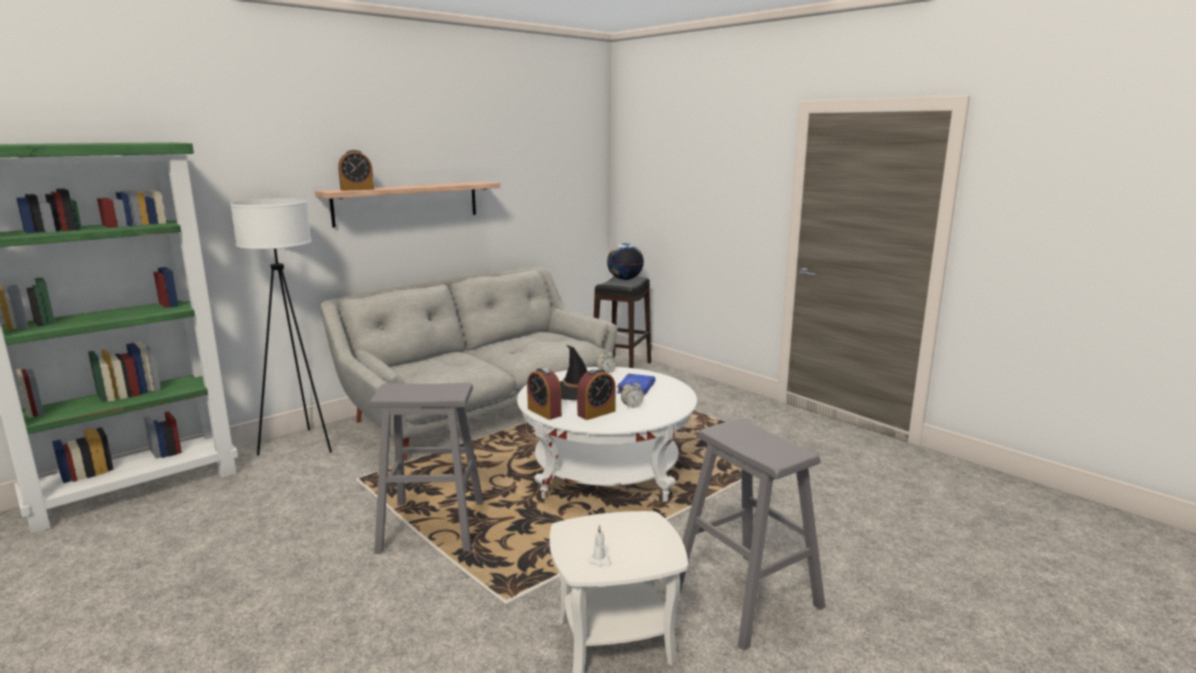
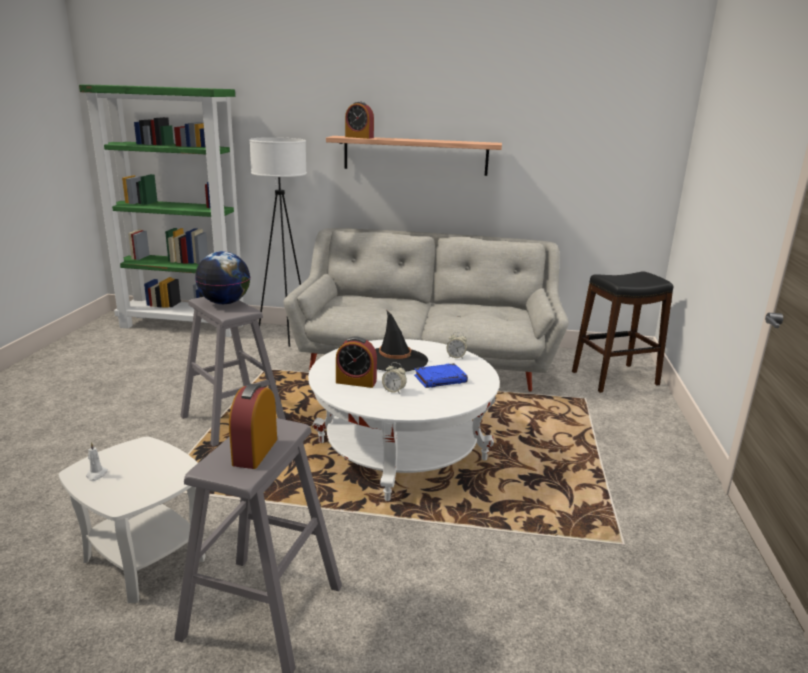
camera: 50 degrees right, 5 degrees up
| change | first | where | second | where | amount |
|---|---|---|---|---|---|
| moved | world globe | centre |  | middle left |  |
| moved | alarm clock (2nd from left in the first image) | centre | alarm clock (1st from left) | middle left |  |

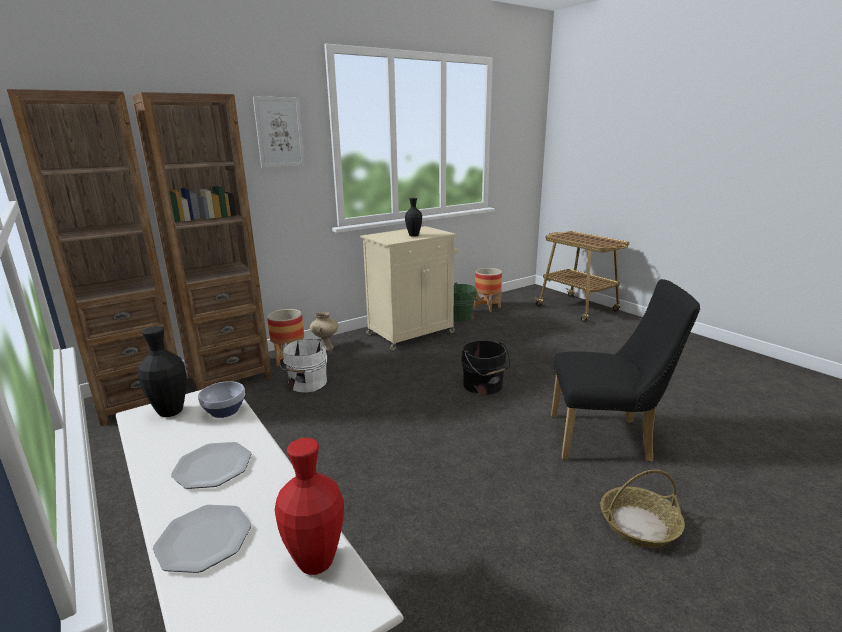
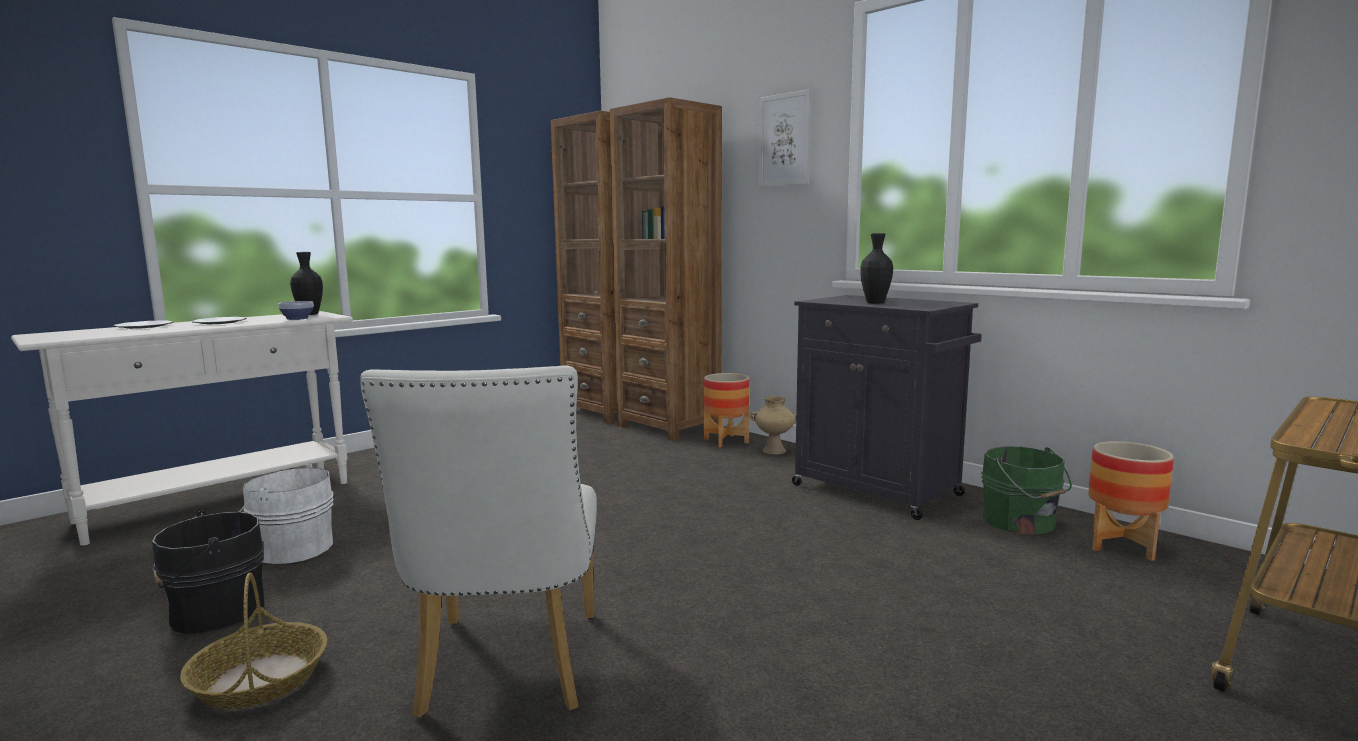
camera: 80 degrees right, 10 degrees down
| change | first | where | second | where | amount |
|---|---|---|---|---|---|
| recoloured | cupboard (beige-coloured) | centre | cupboard (blackish) | centre |  |
| recoloured | chair (blackish) | middle right | chair (whitish) | bottom centre |  |
| moved | water bucket (whitish) | centre |  | bottom left |  |
| moved | water bucket (blackish) | centre |  | bottom left |  |
| removed | decorative vase (reddish) | bottom centre |  |  |  |

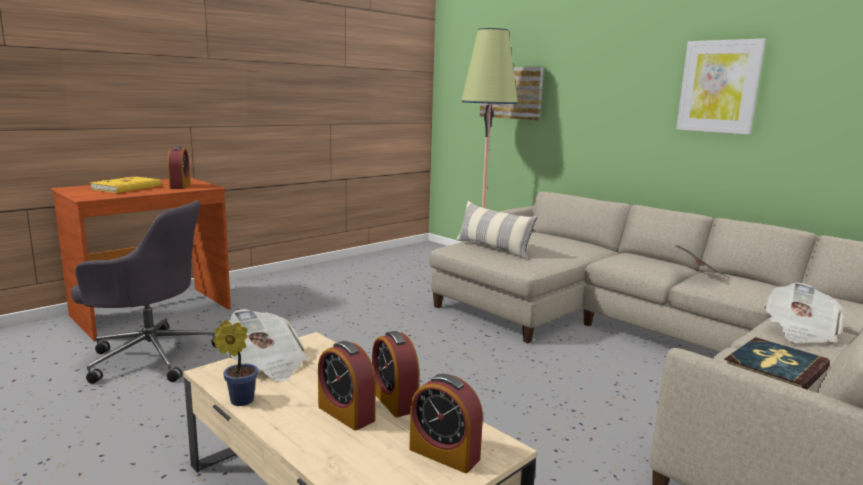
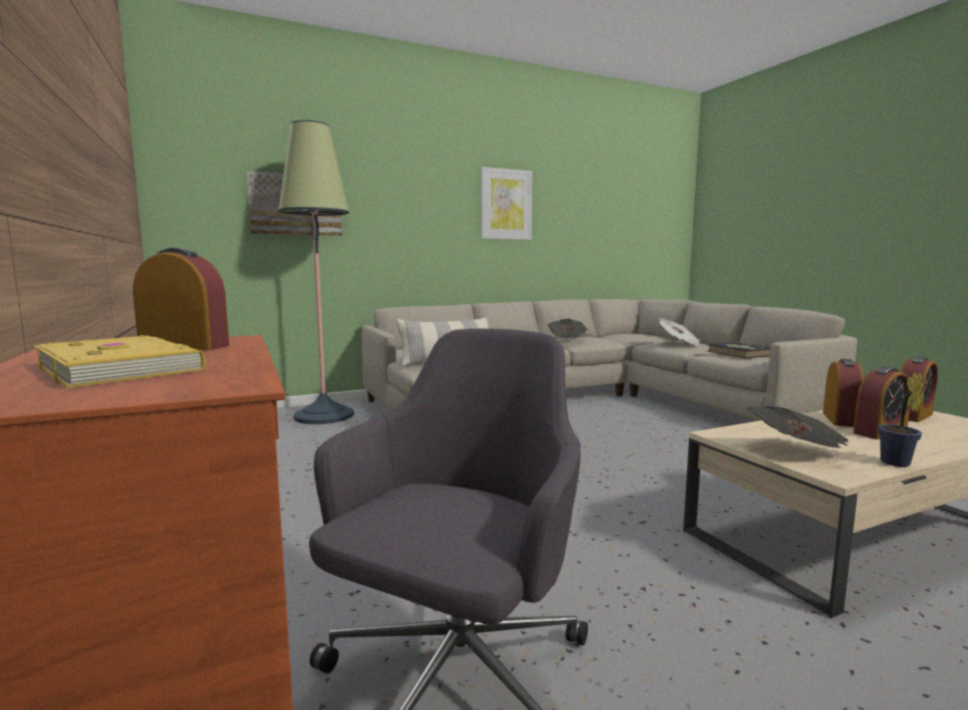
camera: 70 degrees left, 5 degrees down
| change | first | where | second | where | amount |
|---|---|---|---|---|---|
| turned | alarm clock (3rd from left in the first image) | bottom centre | alarm clock (2nd from left) | middle right | 60 degrees counterclockwise |

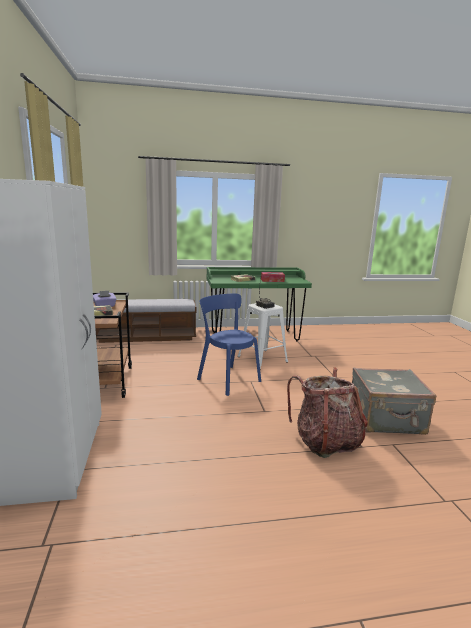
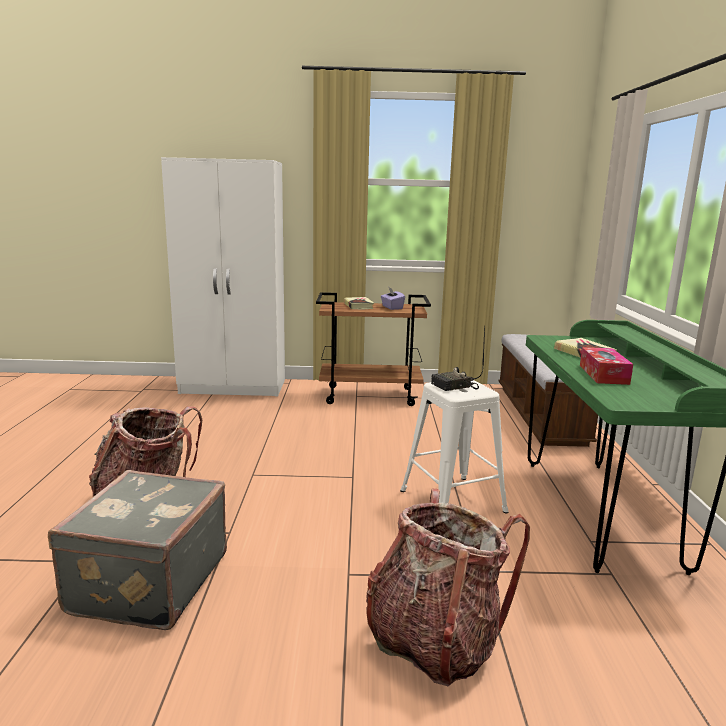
camera: 100 degrees right, 0 degrees up
| change | first | where | second | where | amount |
|---|---|---|---|---|---|
| removed | chair (blue) | centre |  |  |  |
| added |  |  | rucksack (2nd from left) | bottom centre |  |

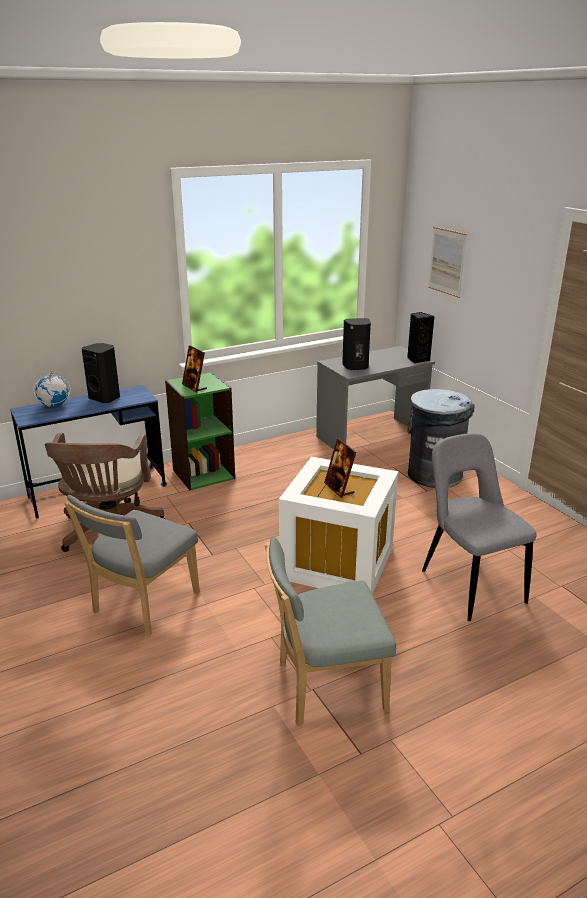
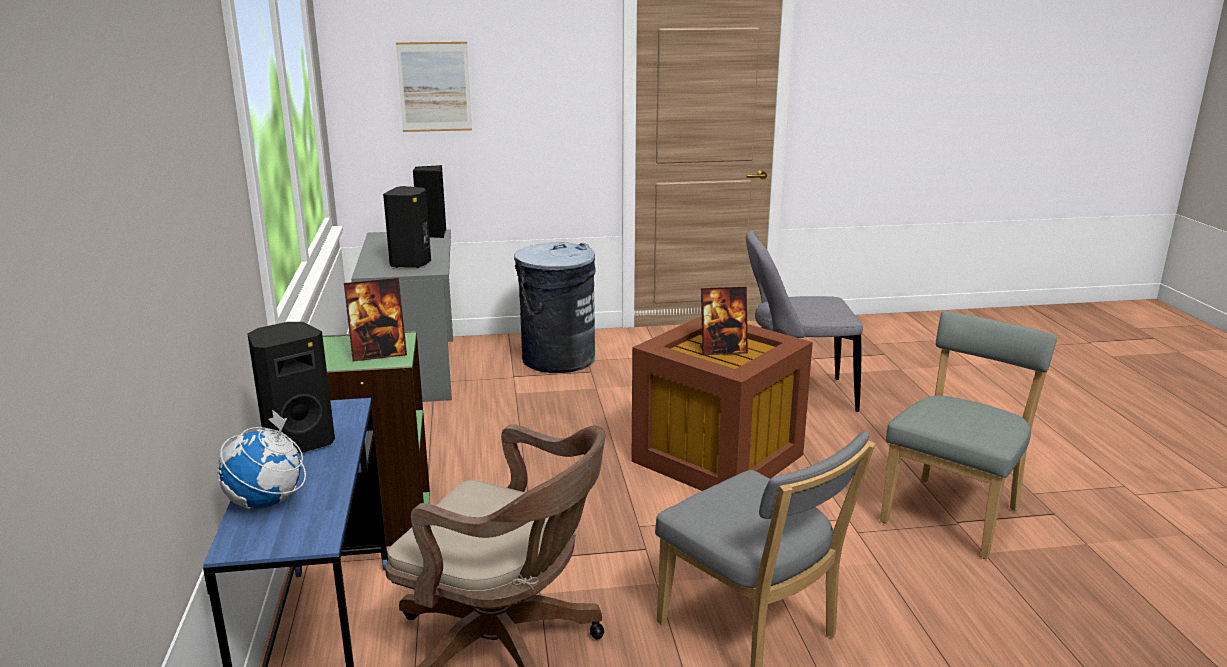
camera: 70 degrees left, 5 degrees down
| change | first | where | second | where | amount |
|---|---|---|---|---|---|
| recoloured | storage box (whitish) | centre | storage box (brown-coloured) | centre |  |
| turned | chair (greyish) (2nd from left in the first image) | bottom centre | chair (greyish) (3rd from left) | middle right | 150 degrees counterclockwise |

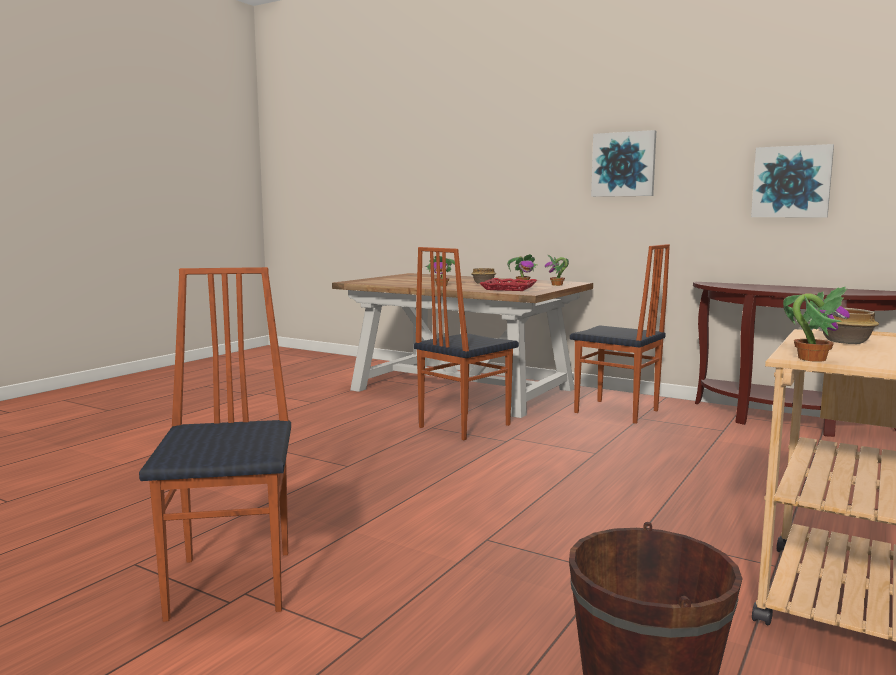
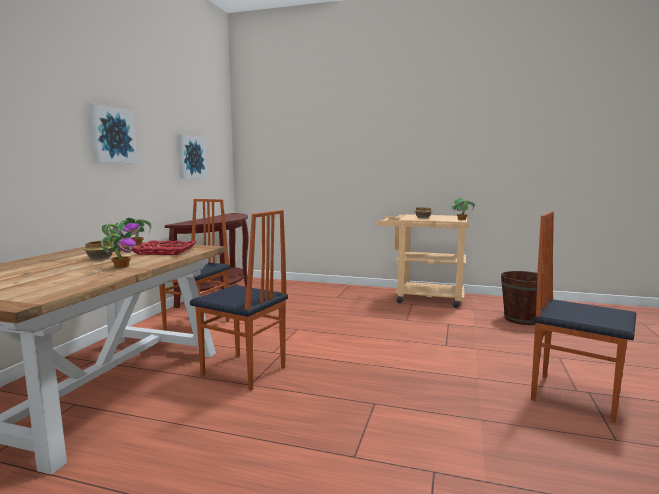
camera: 105 degrees left, 0 degrees up
| change | first | where | second | where | amount |
|---|---|---|---|---|---|
| turned | chair (1st from left in the first image) | middle left | chair (3rd from left) | middle right | 60 degrees clockwise |

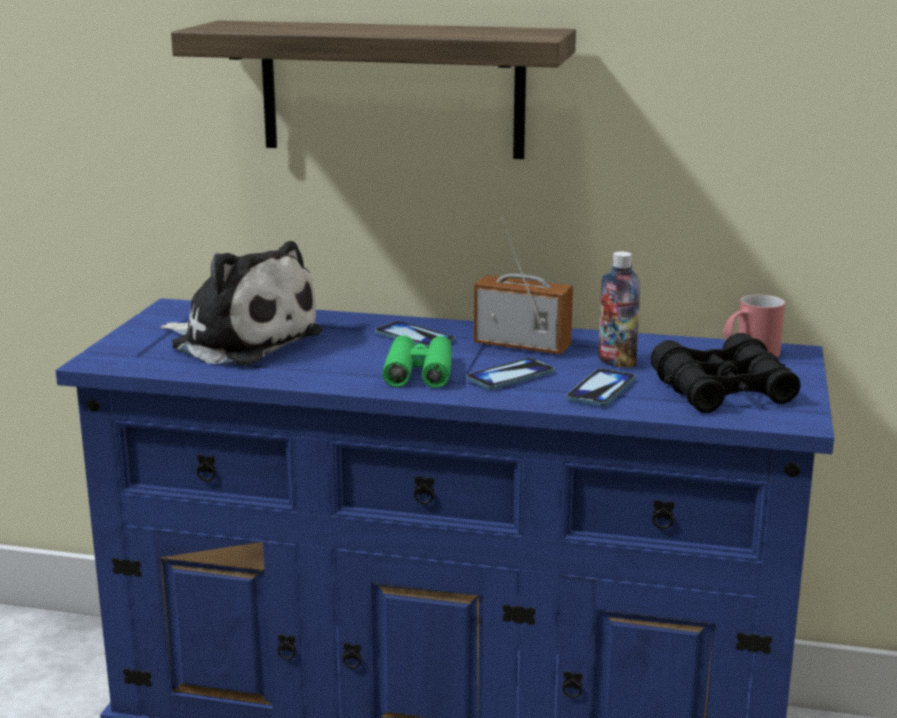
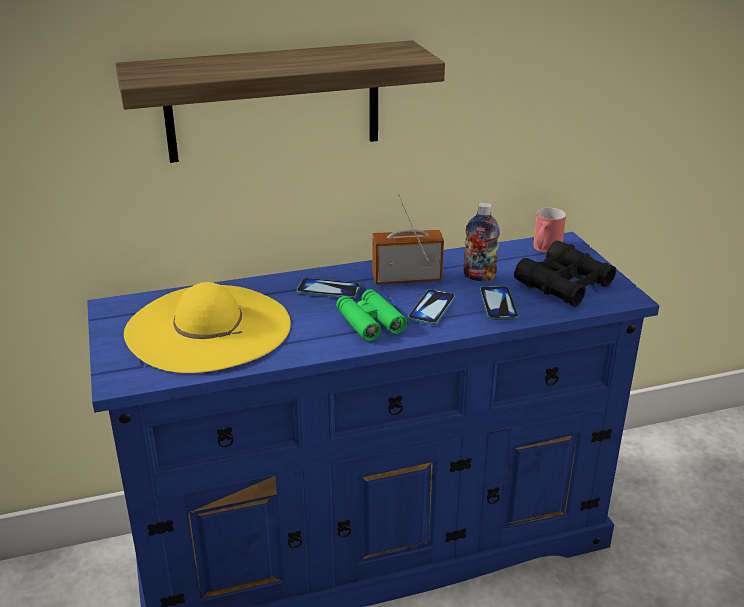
camera: 30 degrees left, 10 degrees up
| change | first | where | second | where | amount |
|---|---|---|---|---|---|
| replaced | cuddly toy | middle left | clothing hat (yellow-coloured) | middle left |  |

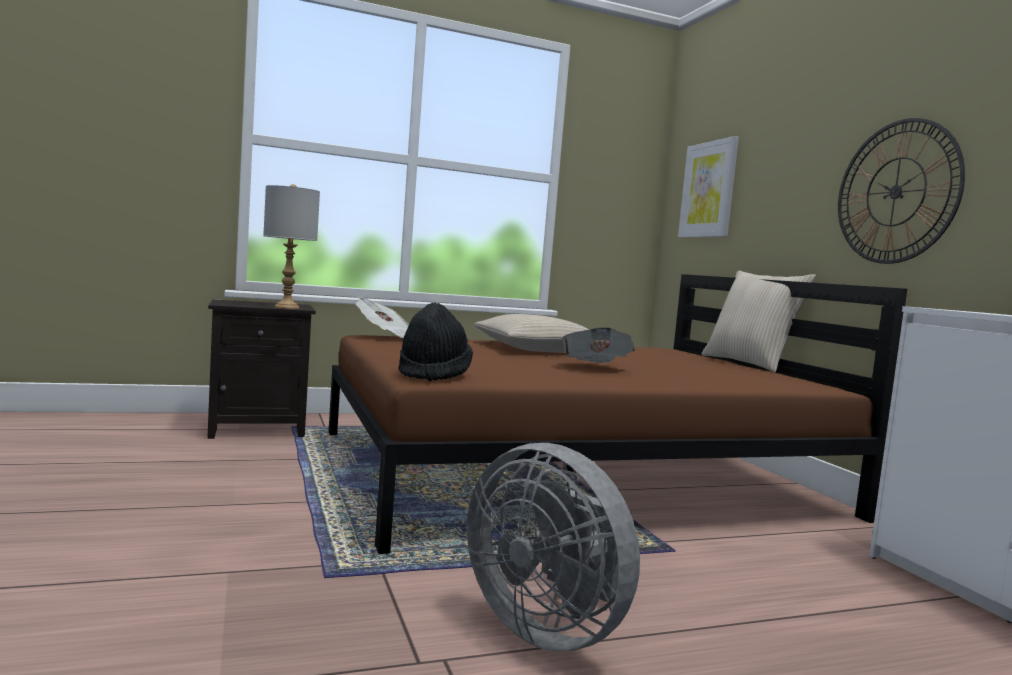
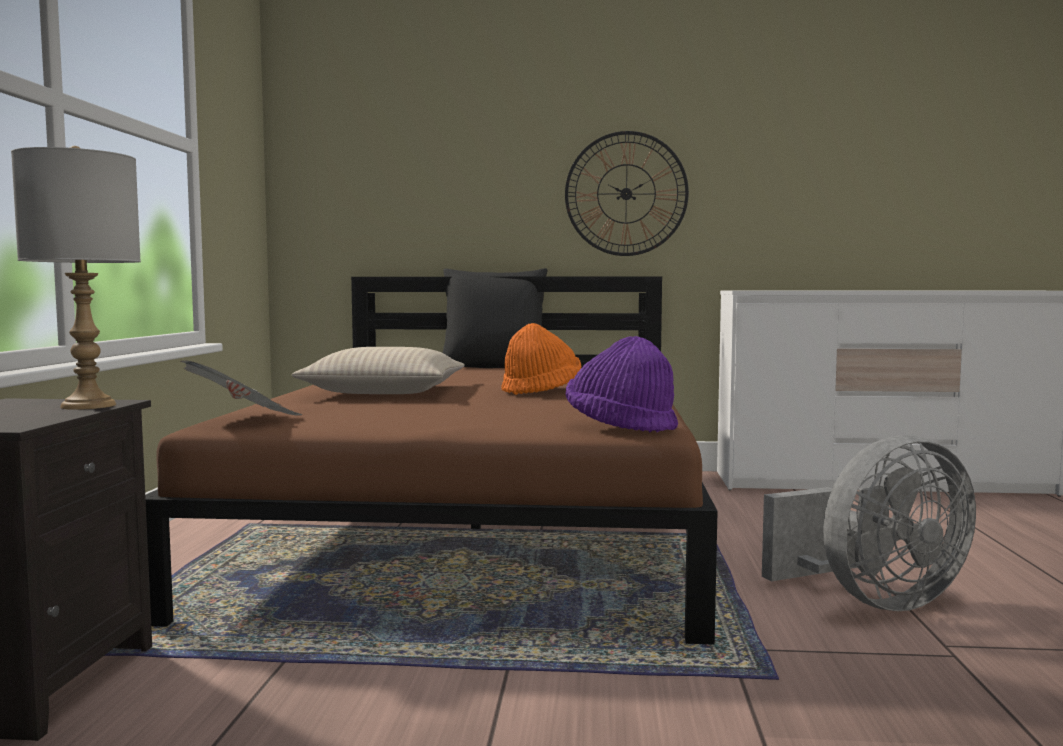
camera: 65 degrees left, 0 degrees up
| change | first | where | second | where | amount |
|---|---|---|---|---|---|
| removed | picture | top right |  |  |  |
| recoloured | pillow (beige-coloured) (2nd from left) | middle right | pillow (blackish) | centre |  |
| recoloured | clothing hat (blackish) | centre | clothing hat (purple-coloured) | centre |  |
| replaced | printed paper (2nd from left) | centre | clothing hat (orange-coloured) | centre |  |

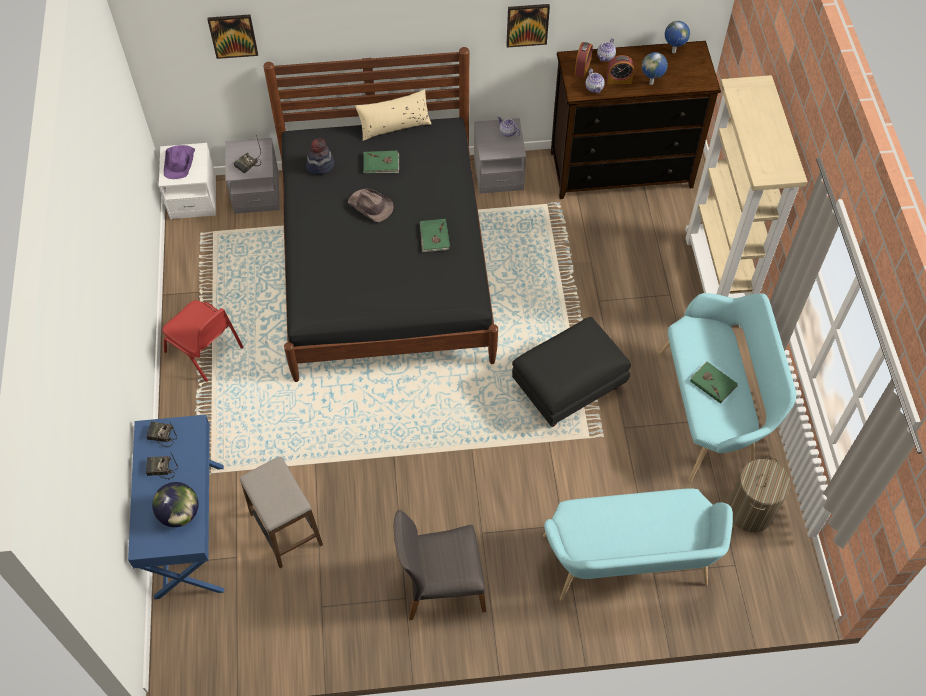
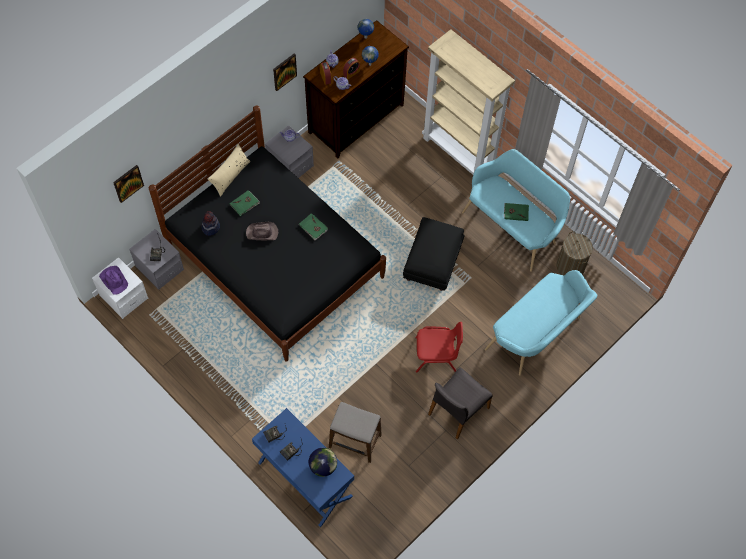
camera: 40 degrees left, 5 degrees up
| change | first | where | second | where | amount |
|---|---|---|---|---|---|
| moved | chair (reddish) | middle left |  | centre |  |

